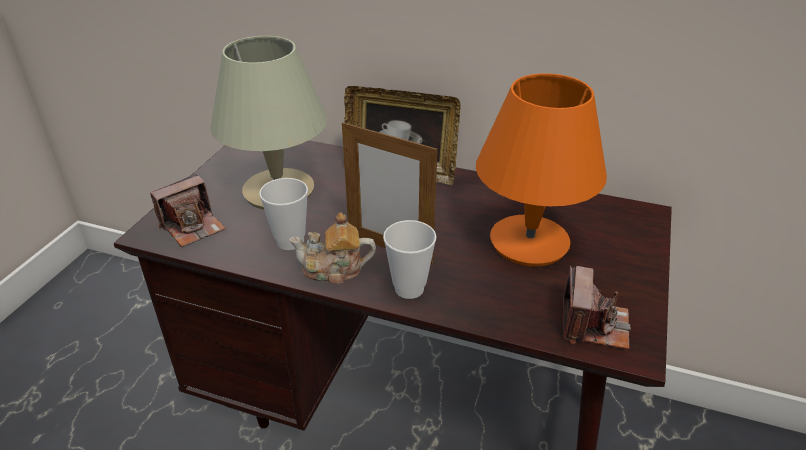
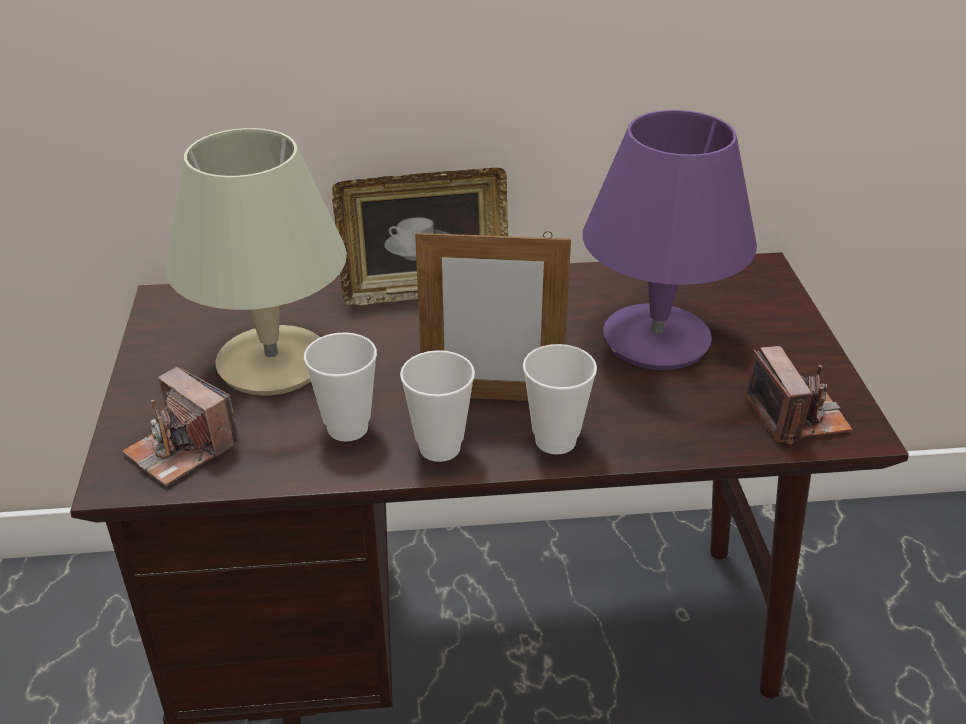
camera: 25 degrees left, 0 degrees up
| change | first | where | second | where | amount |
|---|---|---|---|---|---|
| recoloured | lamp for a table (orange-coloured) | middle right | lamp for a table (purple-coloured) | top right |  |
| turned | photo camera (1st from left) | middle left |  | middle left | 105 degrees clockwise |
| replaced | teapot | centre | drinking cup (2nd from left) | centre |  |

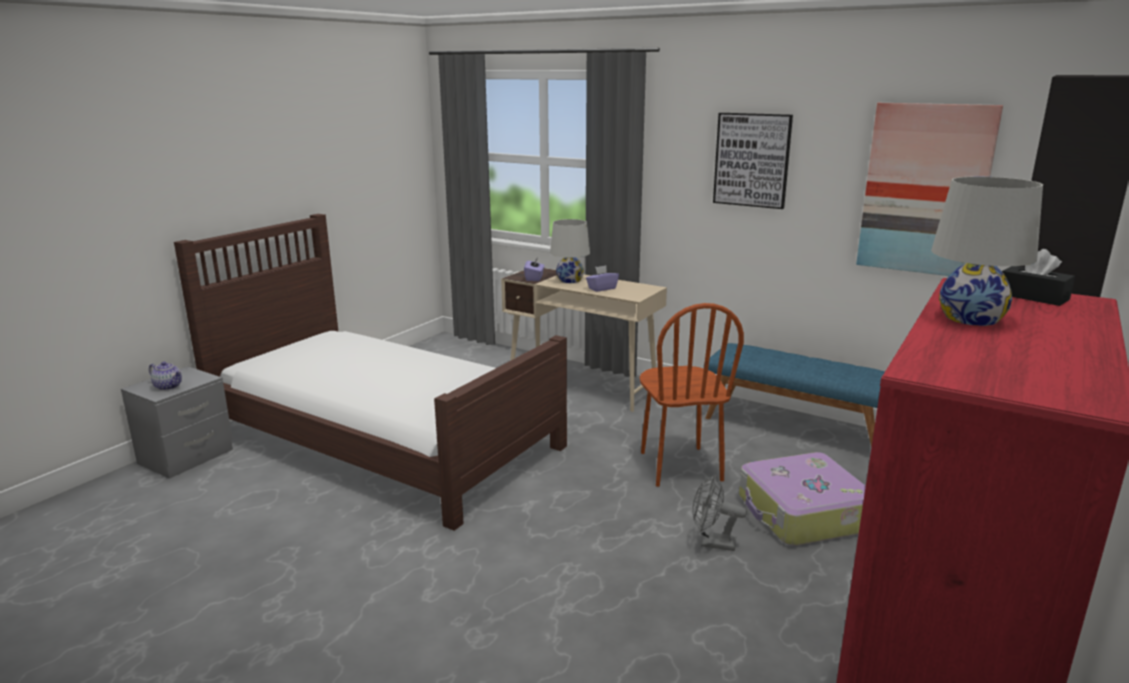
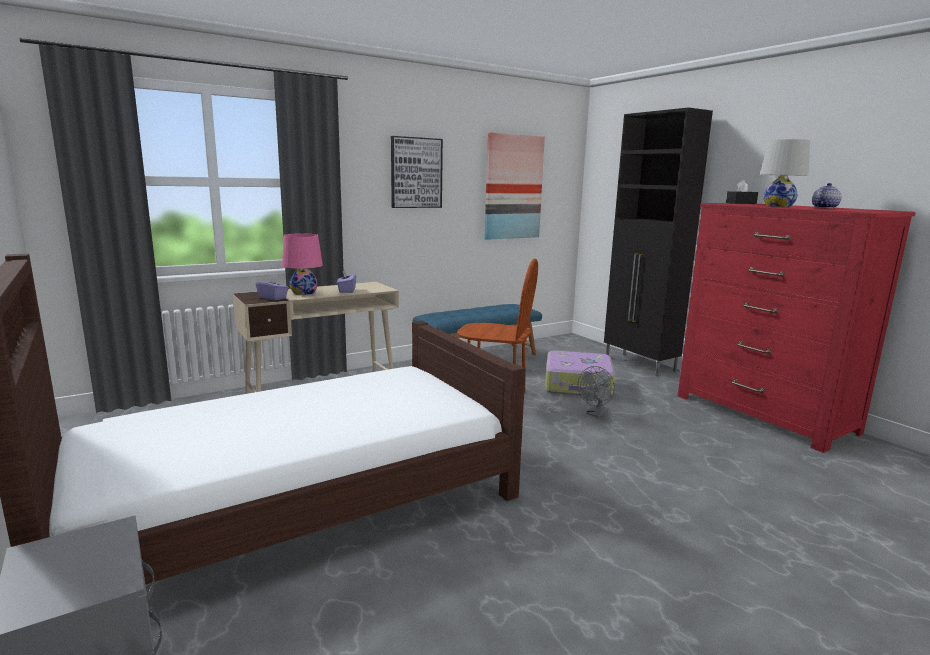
camera: 65 degrees left, 5 degrees down
| change | first | where | second | where | amount |
|---|---|---|---|---|---|
| recoloured | lamp for a table (whitish) (1st from left) | centre | lamp for a table (pink) | middle left |  |
| moved | teapot | middle left |  | top right |  |

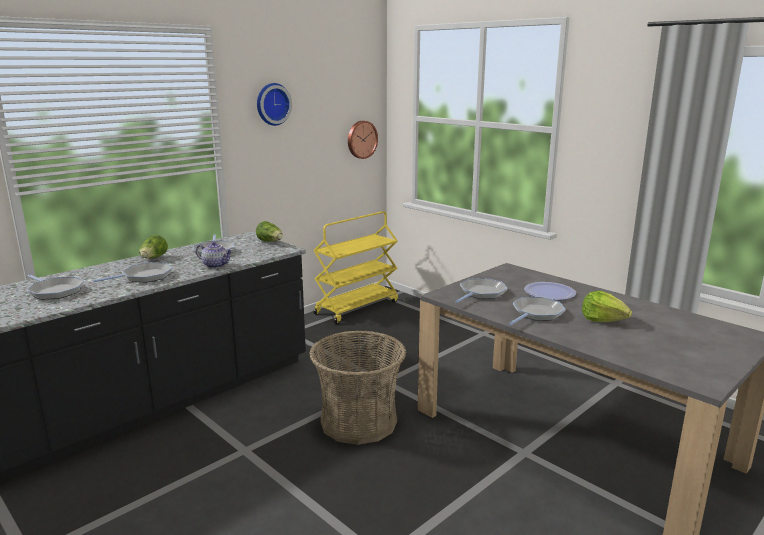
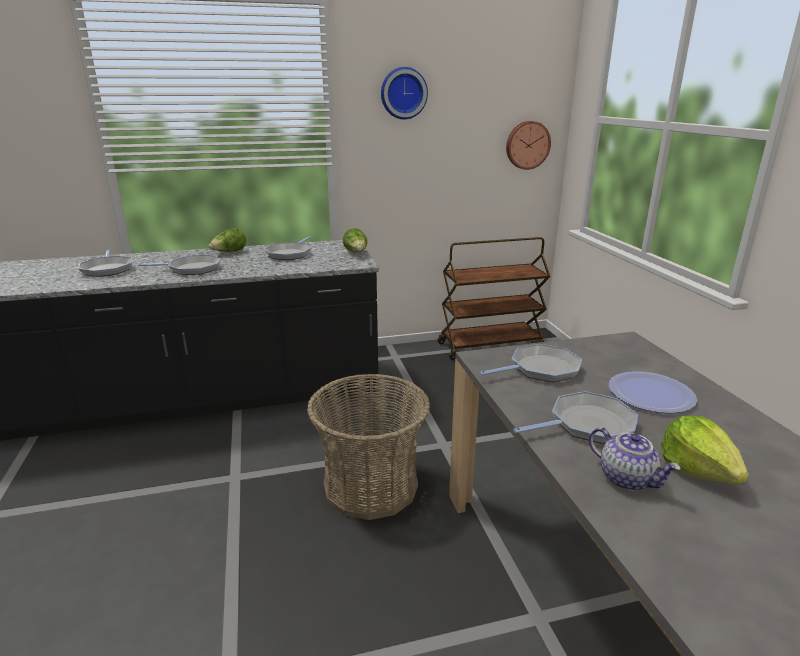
camera: 30 degrees right, 5 degrees up
| change | first | where | second | where | amount |
|---|---|---|---|---|---|
| recoloured | cart (yellow-coloured) | centre | cart (brown-coloured) | centre |  |
| moved | teapot | middle left |  | bottom right |  |

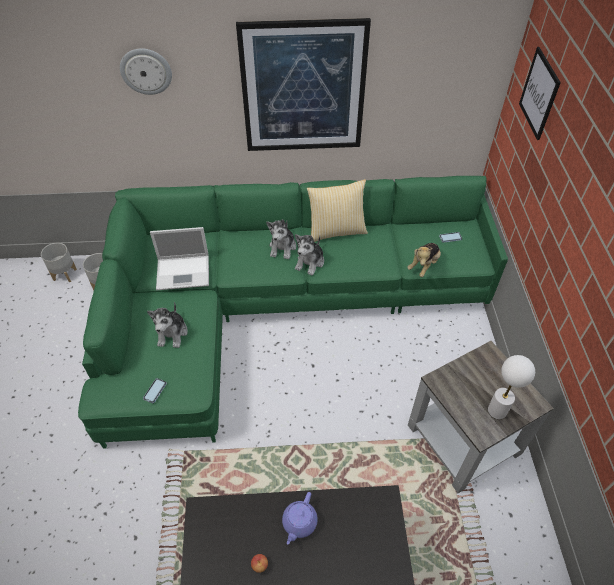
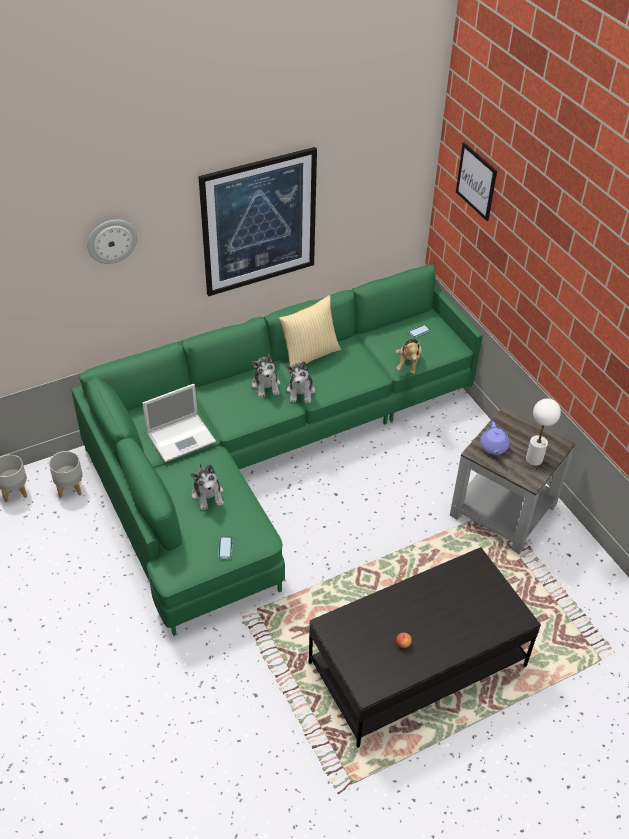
camera: 25 degrees left, 5 degrees down
| change | first | where | second | where | amount |
|---|---|---|---|---|---|
| moved | teapot (purple-coloured) | bottom centre |  | middle right |  |

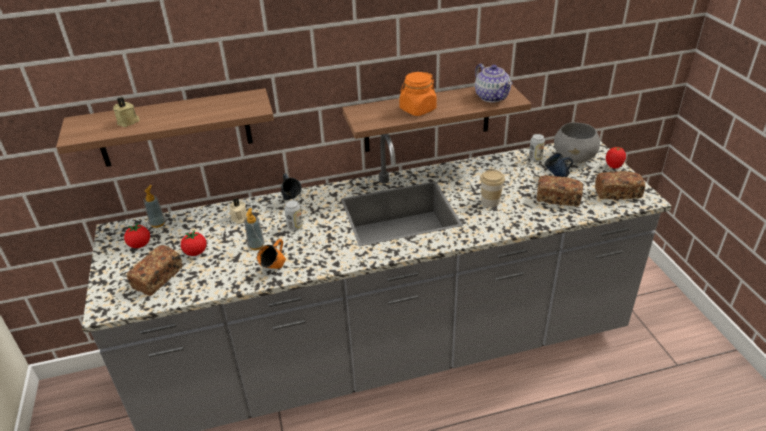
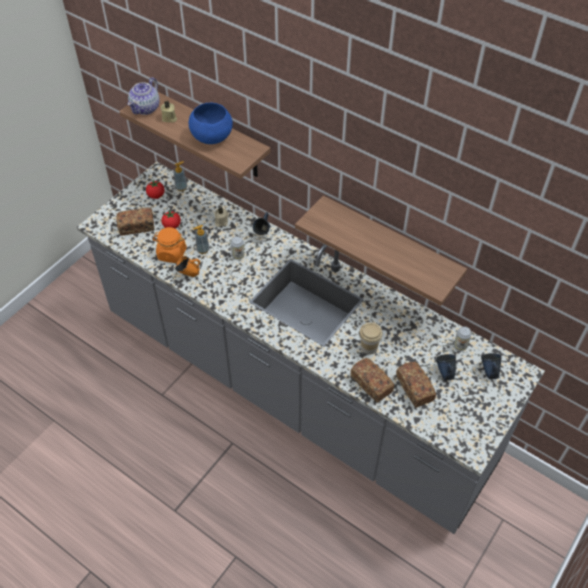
camera: 50 degrees right, 15 degrees up
| change | first | where | second | where | amount |
|---|---|---|---|---|---|
| moved | teapot | top centre |  | top left |  |
| moved | preserve jar (orange-coloured) | top centre |  | middle left |  |
| replaced | serving bowl (greyish) | top right | coffee mug (blue) (3rd from left) | middle right |  |
| removed | whole tomato (3rd from left) | middle right |  |  |  |
| moved | bakery bread (3rd from left in the first image) | middle right | bakery bread (2nd from left) | centre |  |
| added |  |  | serving bowl (blue) | top centre |  |

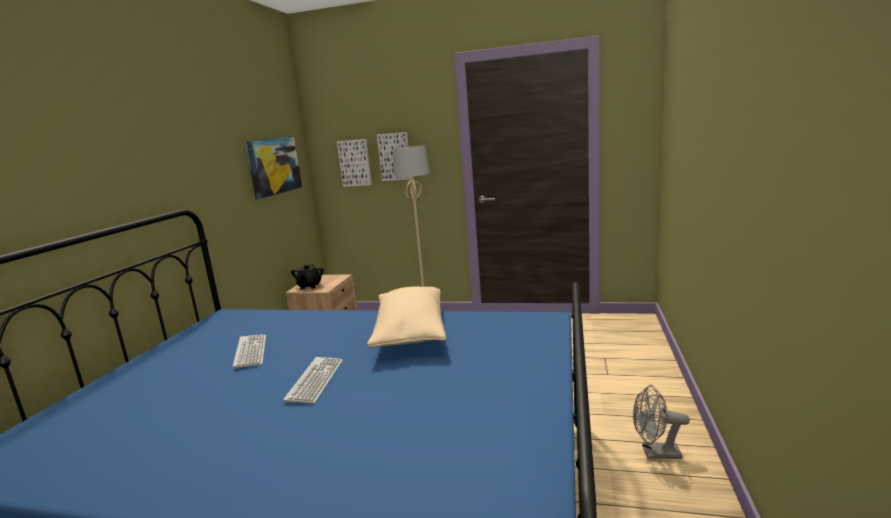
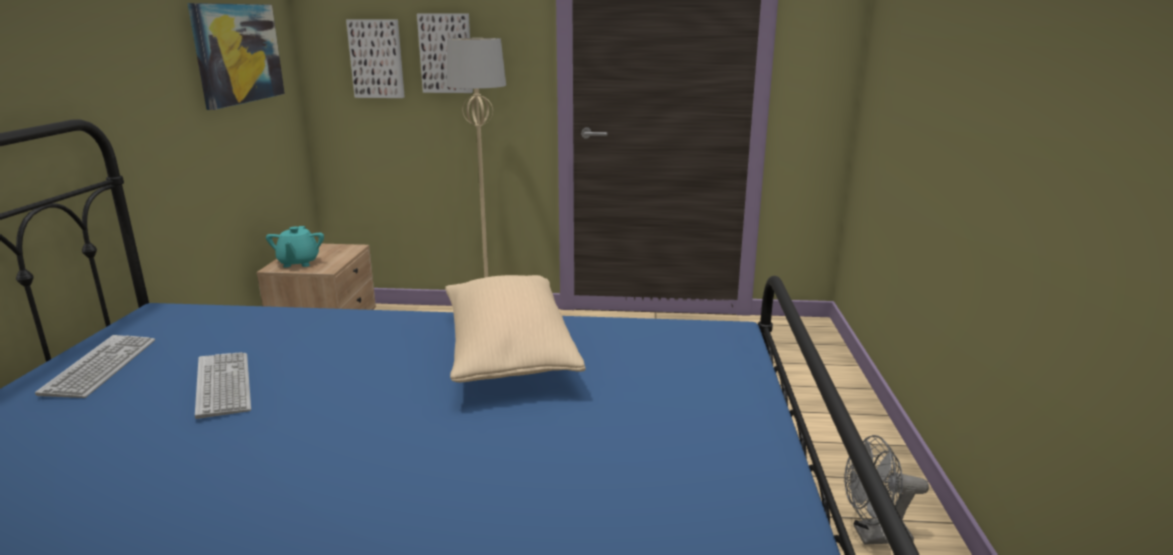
camera: 10 degrees left, 5 degrees up
| change | first | where | second | where | amount |
|---|---|---|---|---|---|
| recoloured | teapot (blackish) | centre | teapot (turquoise) | middle left |  |
| moved | keyboard (2nd from left in the first image) | bottom centre | keyboard (1st from left) | middle left |  |

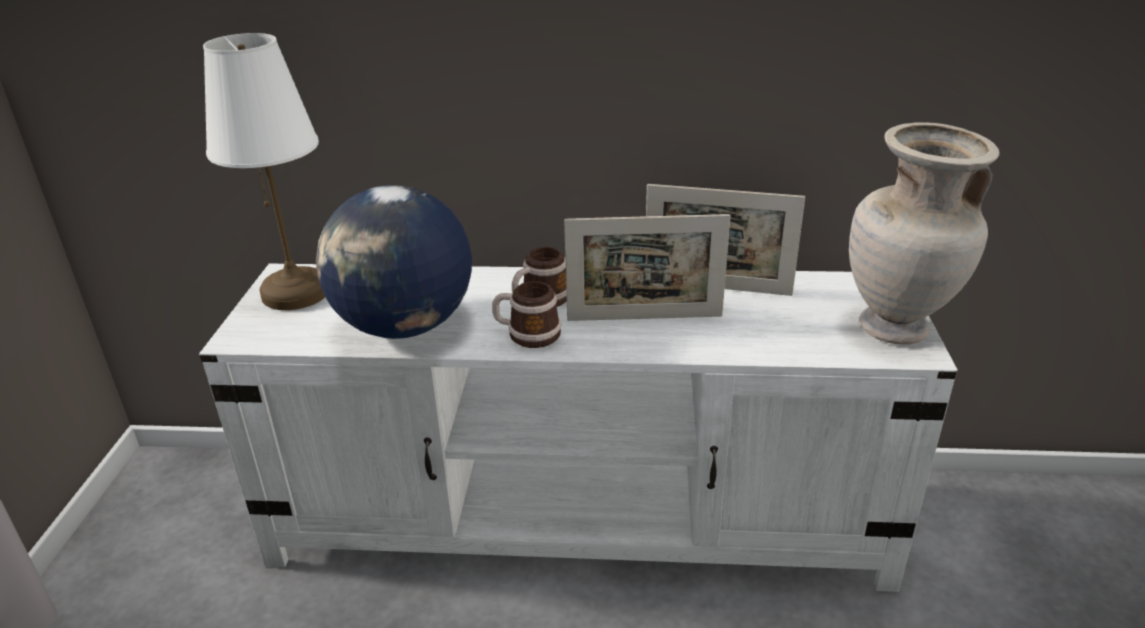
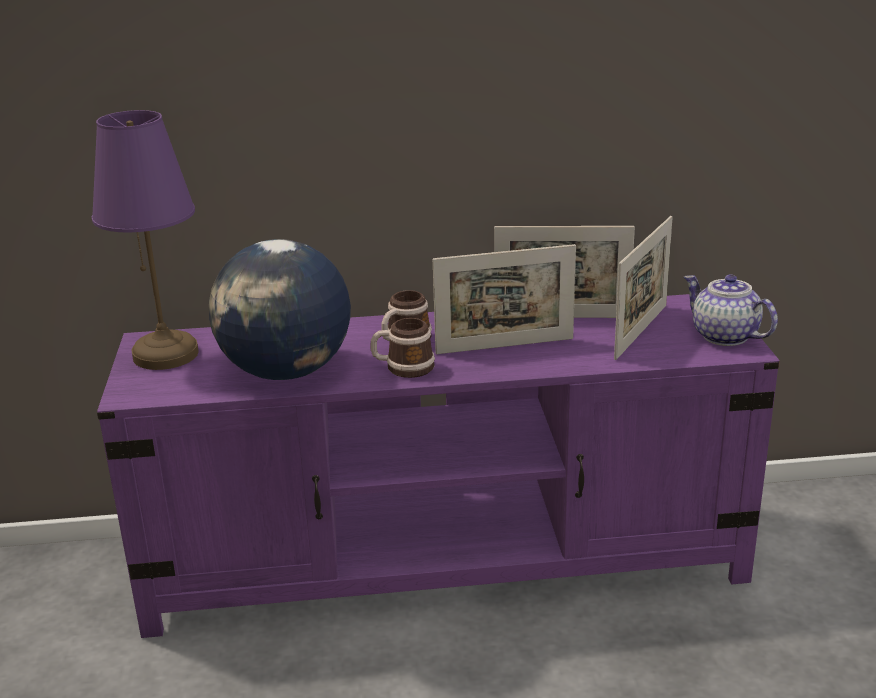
camera: 10 degrees left, 5 degrees down
| change | first | where | second | where | amount |
|---|---|---|---|---|---|
| recoloured | lamp for a table (whitish) | top left | lamp for a table (purple-coloured) | middle left |  |
| replaced | decorative vase (beige-coloured) | middle right | teapot | middle right |  |
| recoloured | tv stand (whitish) | bottom centre | tv stand (purple-coloured) | bottom centre |  |
| added |  |  | picture frame (3rd from left) | middle right |  |

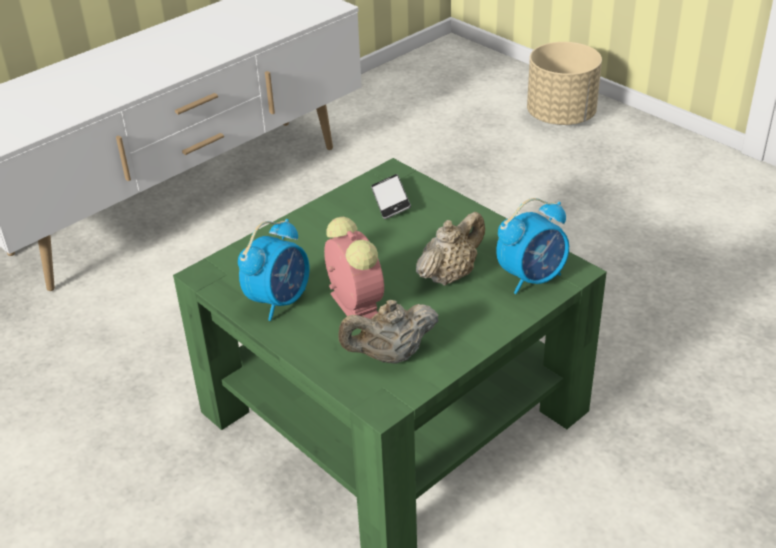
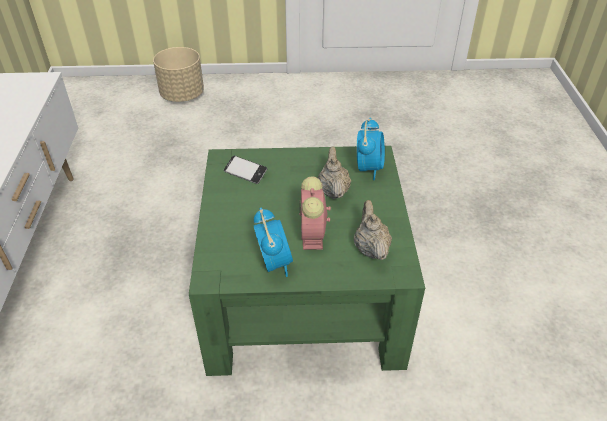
camera: 50 degrees left, 5 degrees up
| change | first | where | second | where | amount |
|---|---|---|---|---|---|
| turned | alarm clock (2nd from left) | centre |  | centre | 105 degrees counterclockwise |
| turned | teapot (beige-coloured) (1st from left in the first image) | centre | teapot (beige-coloured) (2nd from left) | centre | 150 degrees clockwise |

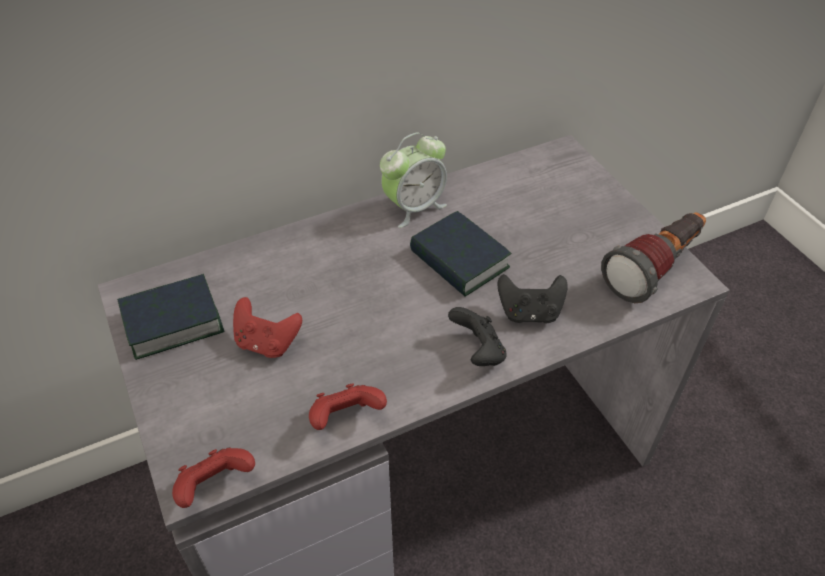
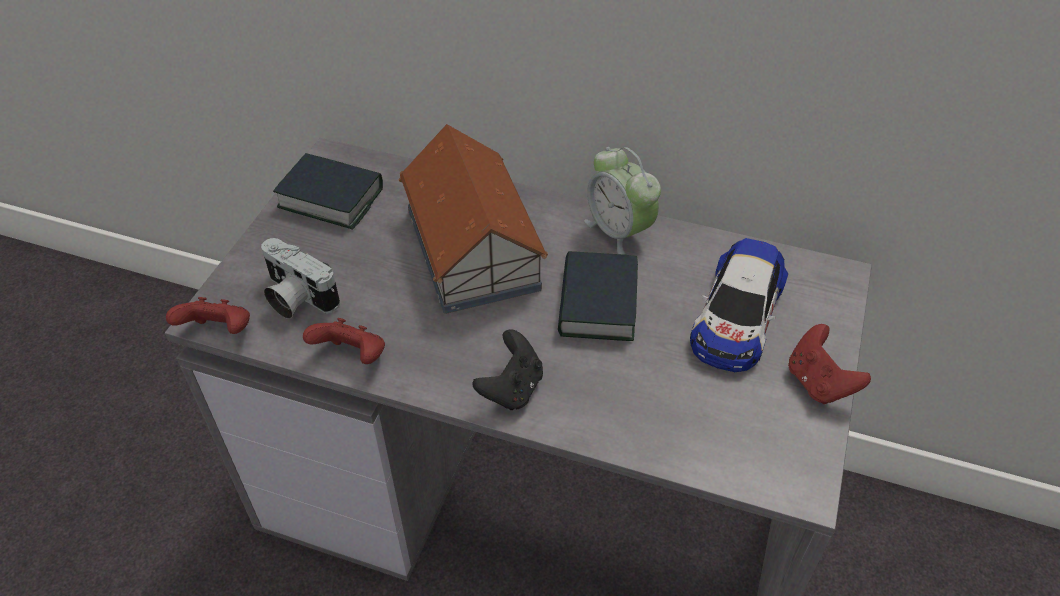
camera: 45 degrees right, 0 degrees up
| change | first | where | second | where | amount |
|---|---|---|---|---|---|
| turned | alarm clock | top centre |  | centre | 45 degrees clockwise |
| removed | flashlight | middle right |  |  |  |
| removed | gamepad (blackish) (2nd from left) | centre |  |  |  |
| moved | gamepad (reddish) (2nd from left in the first image) | middle left | gamepad (reddish) (3rd from left) | middle right |  |
| added |  |  | toy house | centre |  |
| added |  |  | photo camera | middle left |  |
| added |  |  | miniature car | middle right |  |

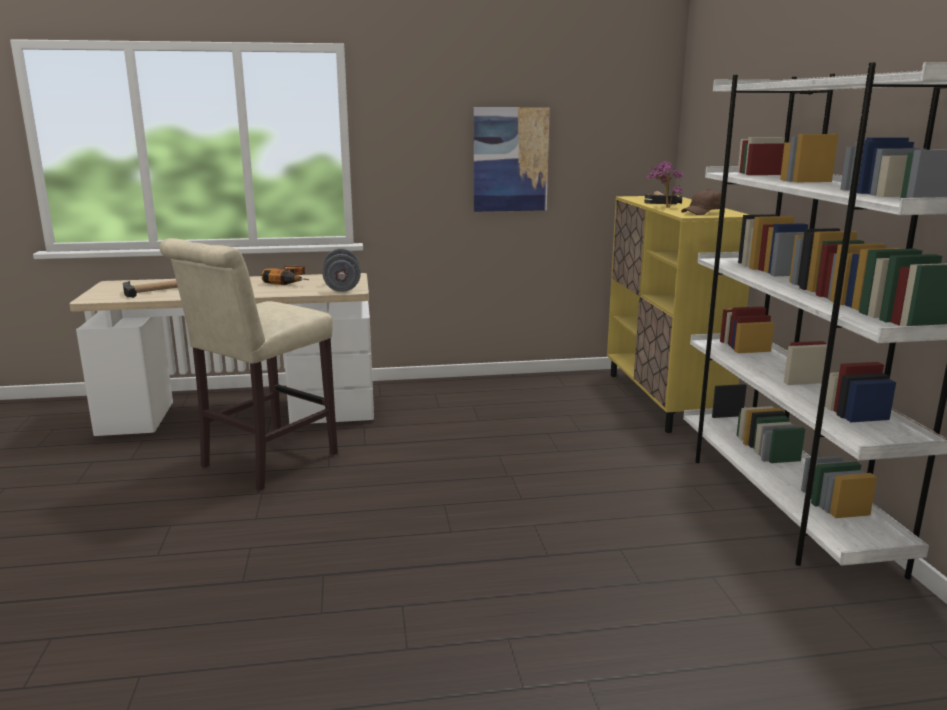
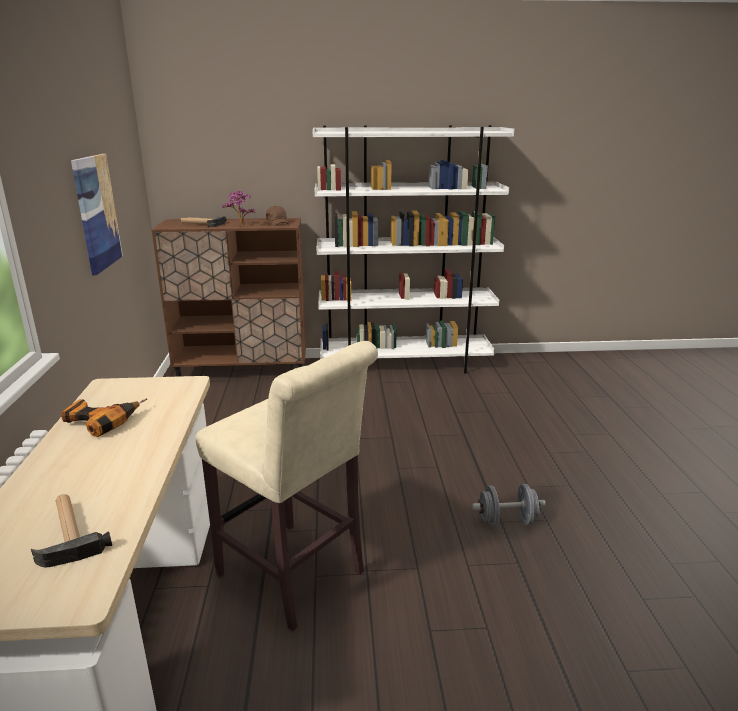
camera: 85 degrees left, 5 degrees up
| change | first | where | second | where | amount |
|---|---|---|---|---|---|
| recoloured | cupboard (yellow-coloured) | middle right | cupboard (brown-coloured) | middle left |  |
| moved | dumbbell (greyish) | centre |  | bottom right |  |

